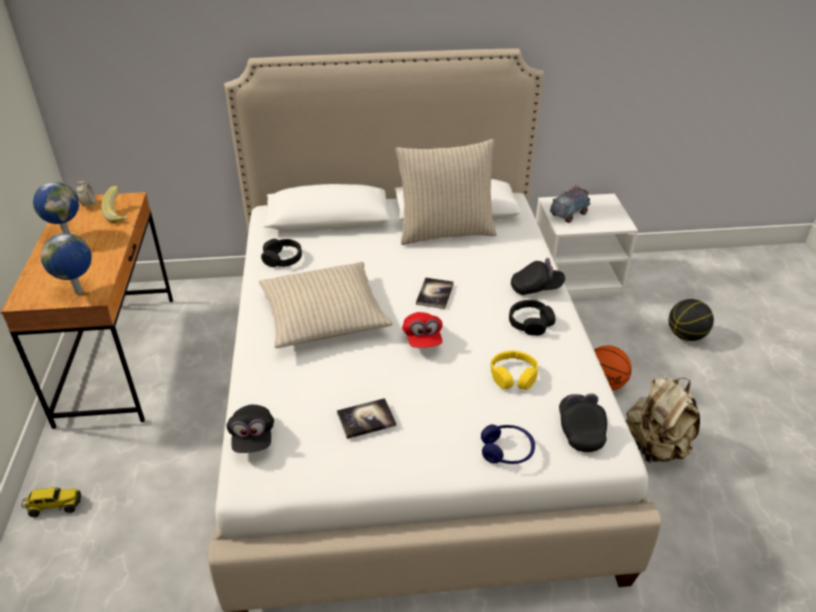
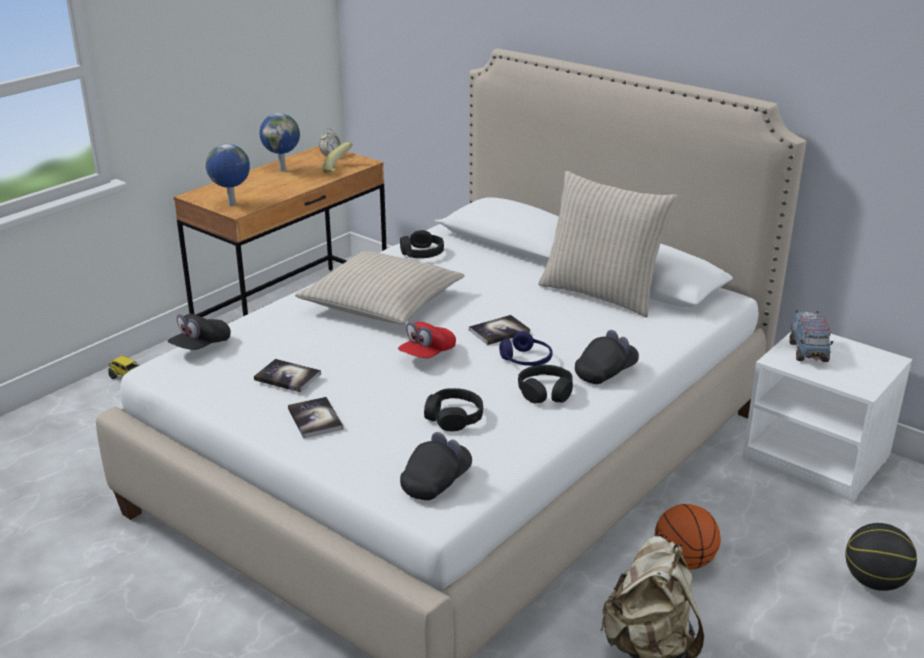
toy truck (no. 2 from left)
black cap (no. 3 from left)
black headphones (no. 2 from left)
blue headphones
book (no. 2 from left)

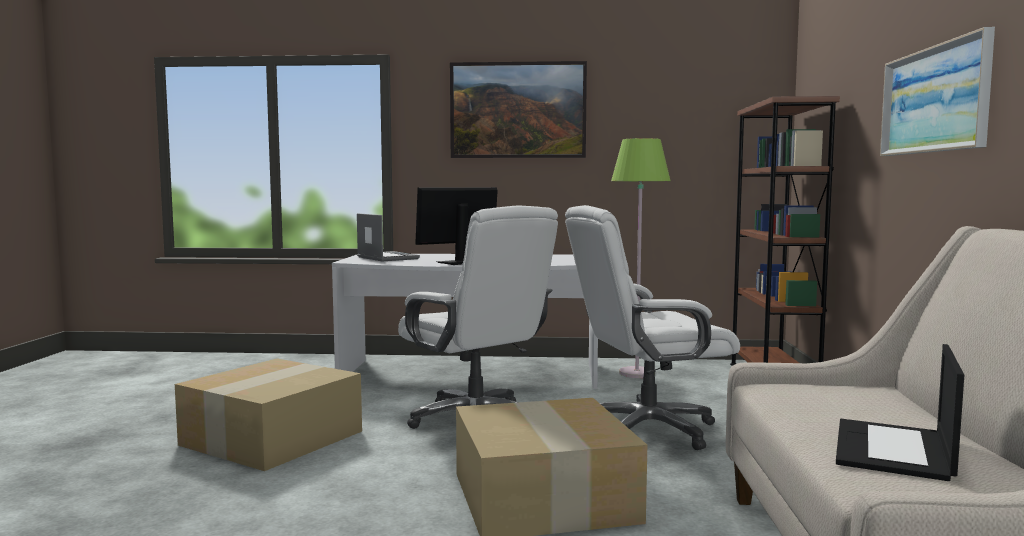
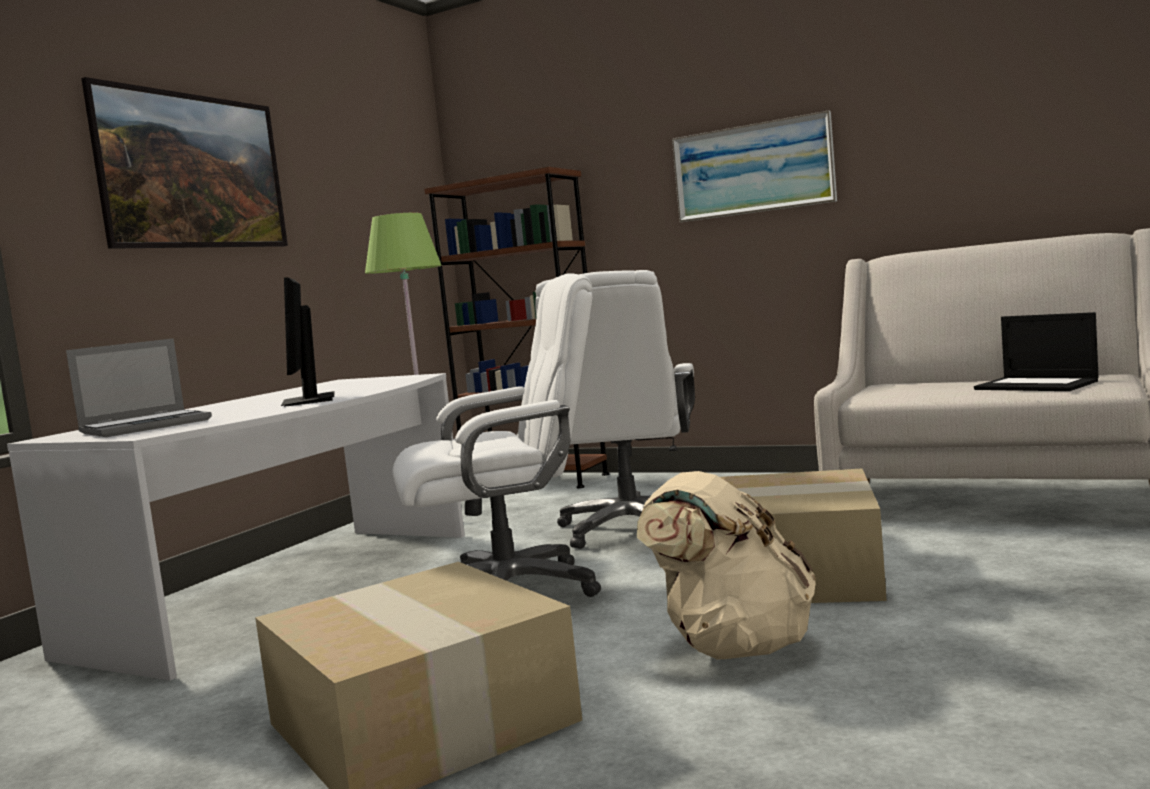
laptop (no. 1 from left)
beige backpack

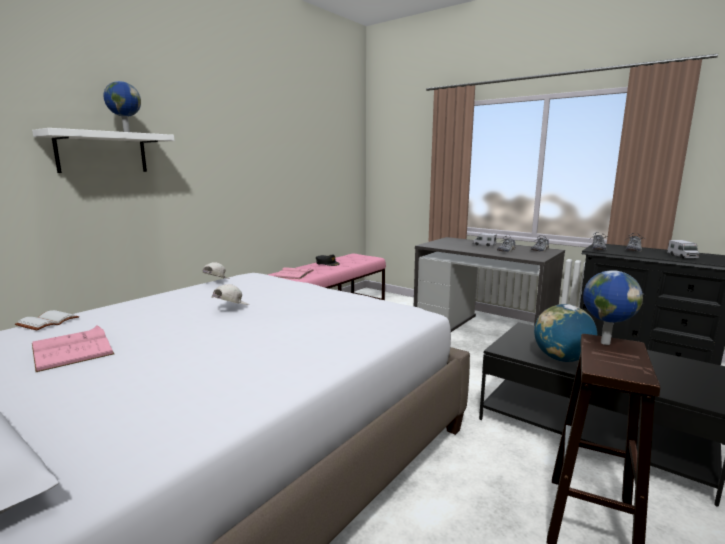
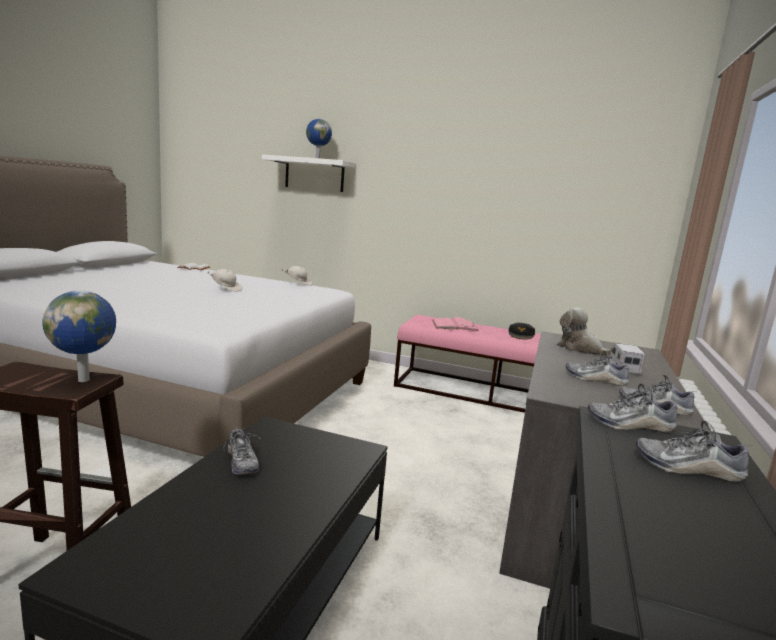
toy truck (no. 2 from left in the first image)
shoe (no. 1 from left)
pink book (no. 1 from left in the first image)
plush toy

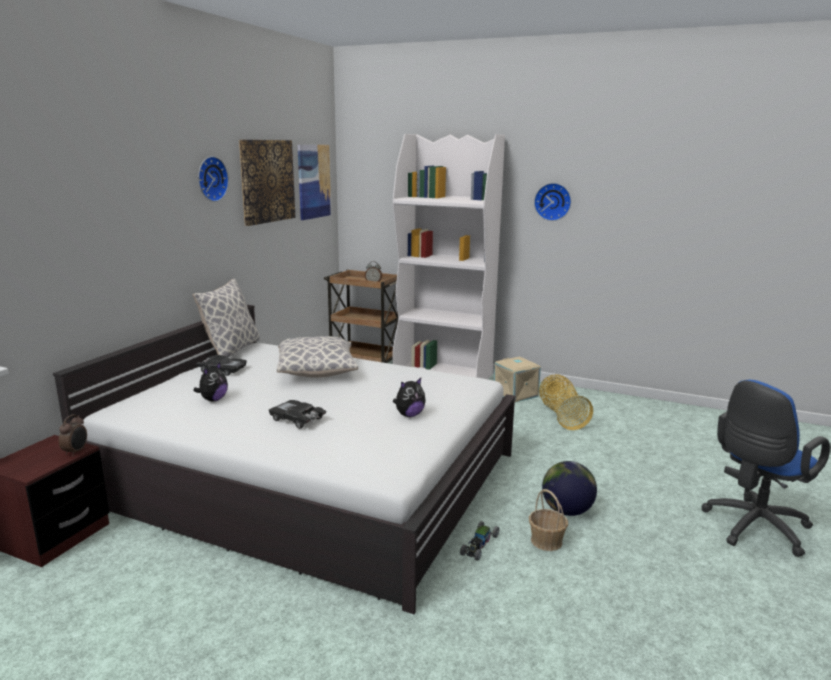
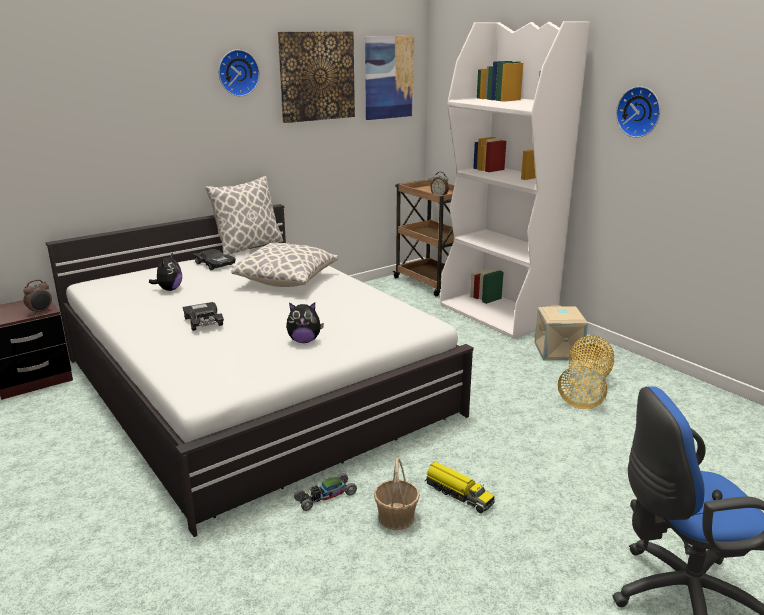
plush toy (no. 1 from left)
toy truck

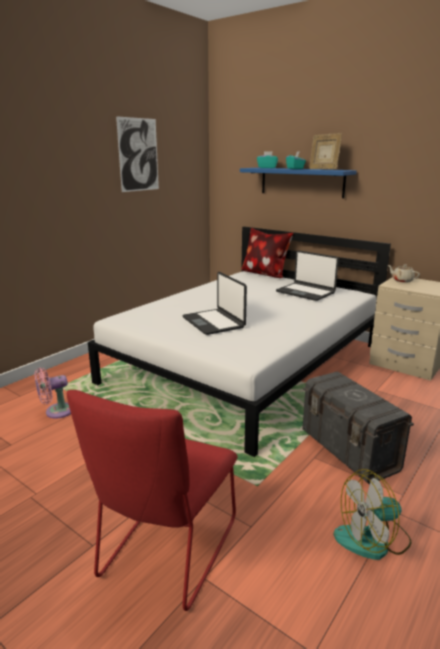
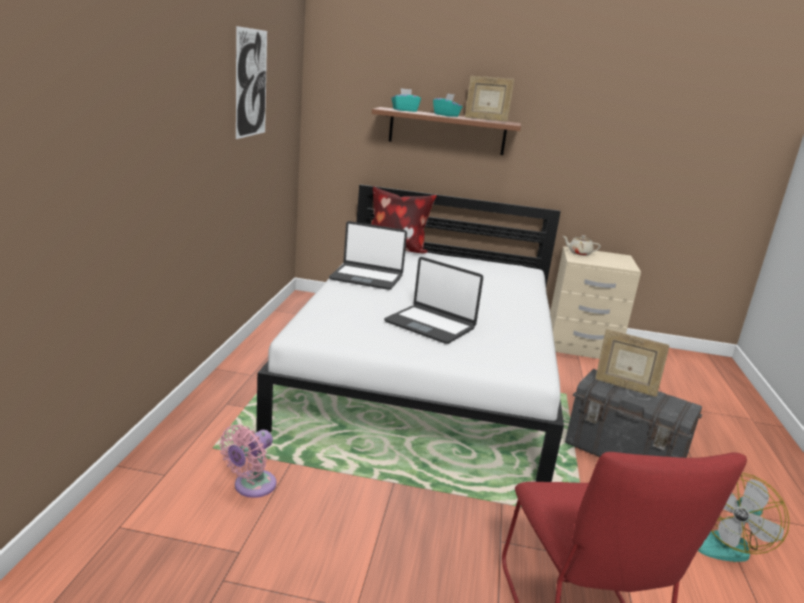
brown shelf
laptop (no. 1 from left)
picture frame (no. 2 from left)

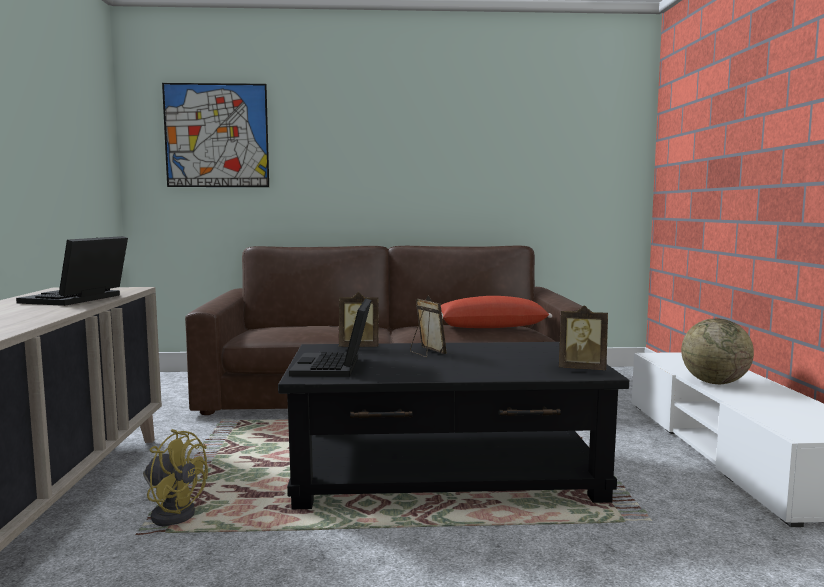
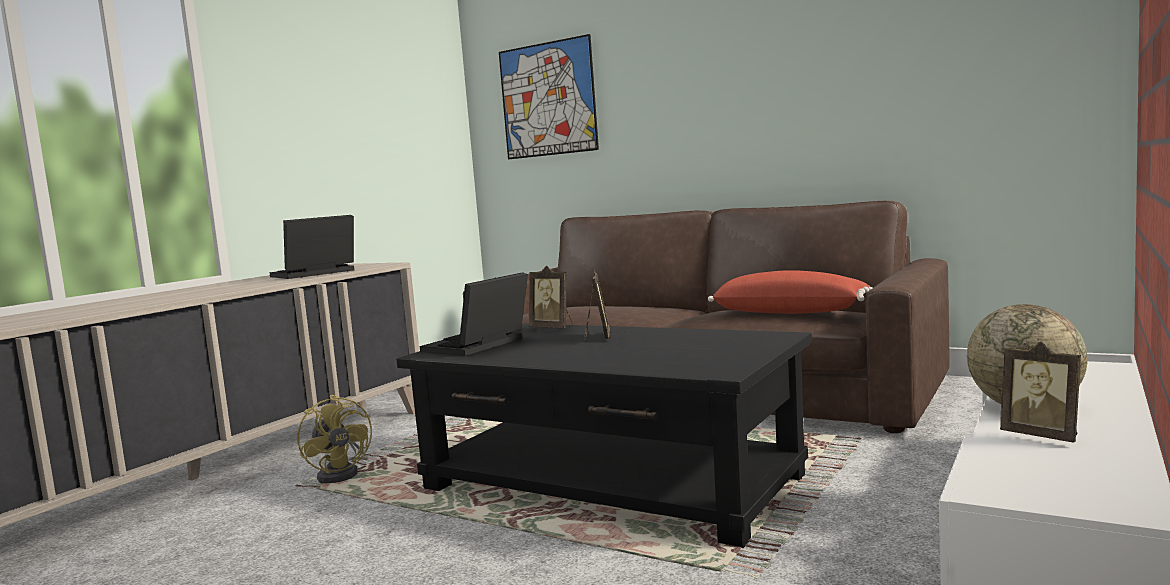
picture frame (no. 3 from left)

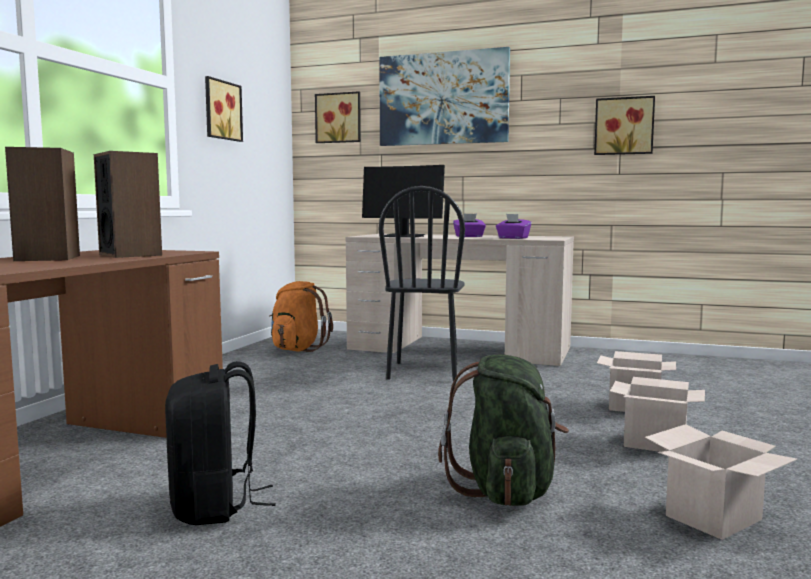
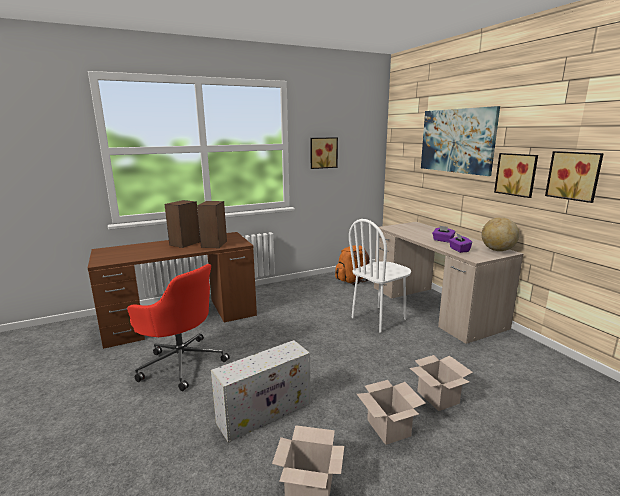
picture (no. 3 from left)
monitor
white chair
white storage box
red office chair
globe

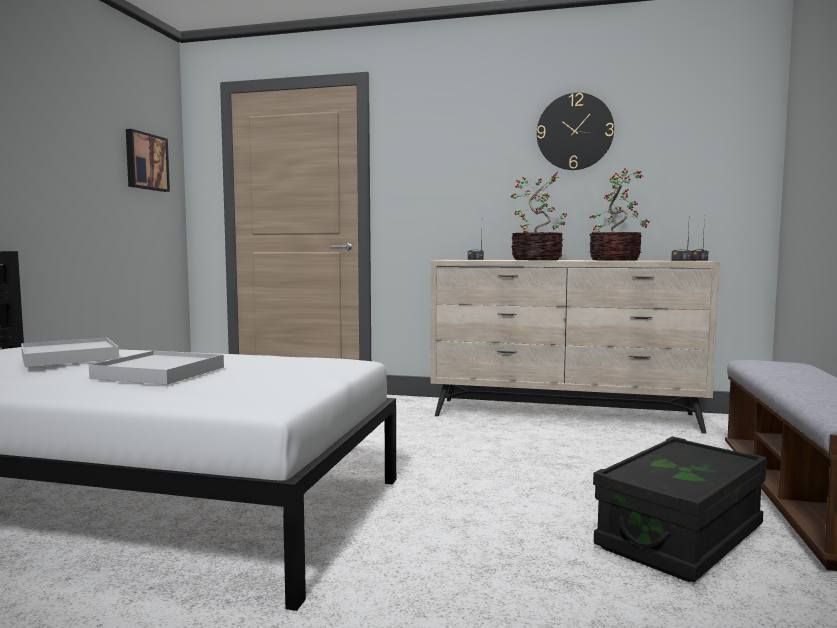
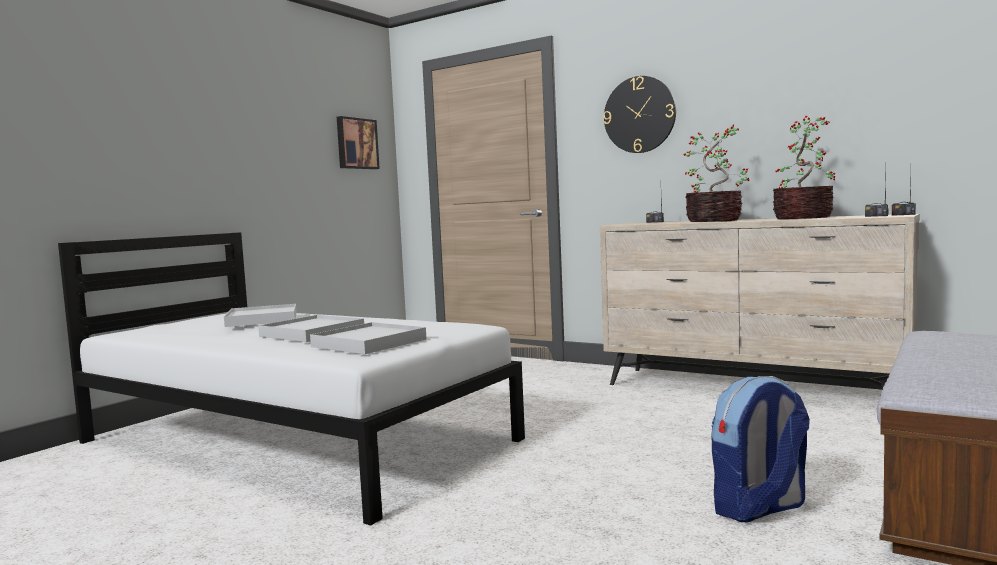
wall clock
backpack
white tray (no. 3 from left)

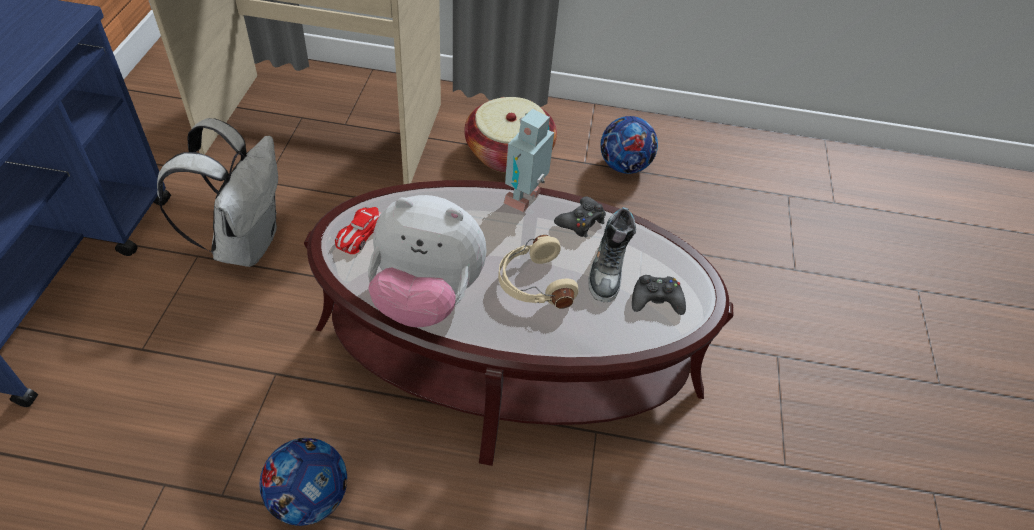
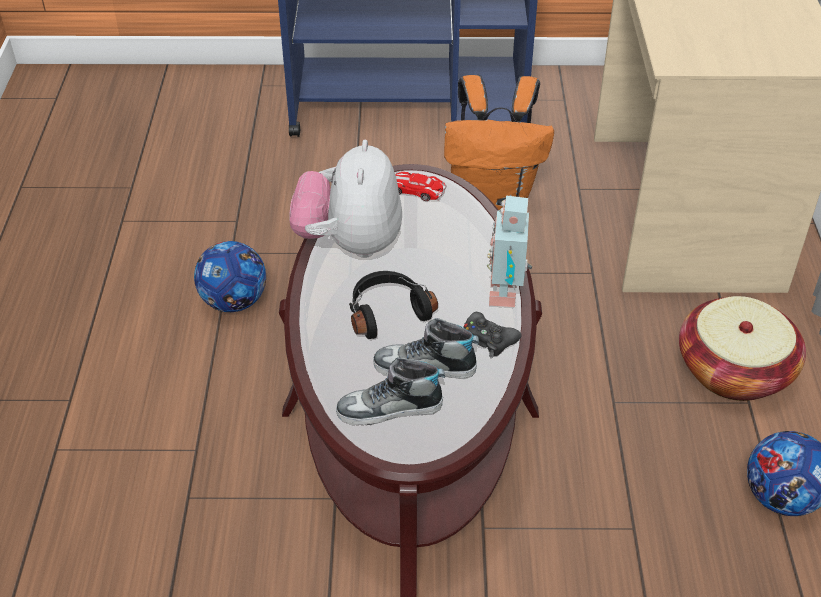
toy robot
orange backpack
black headphones
shoe (no. 1 from left)

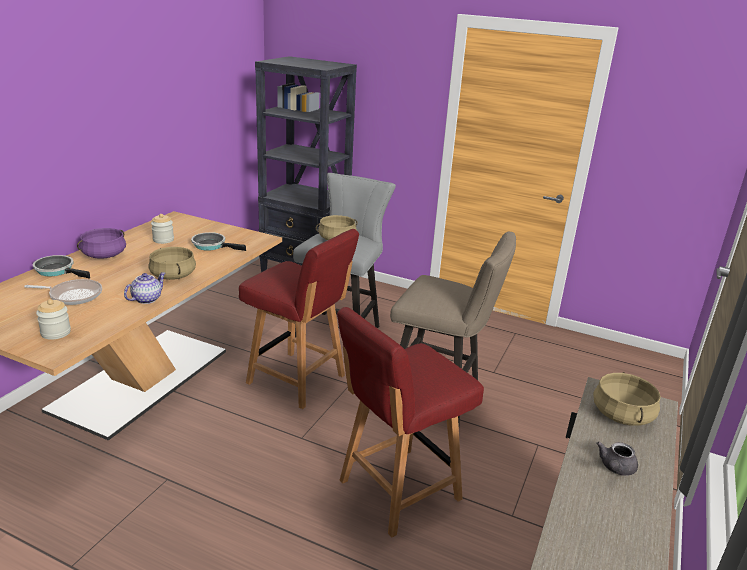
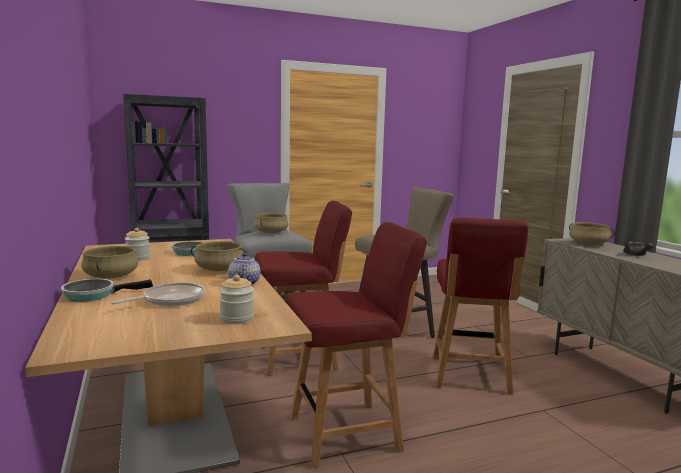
beige cooking pot (no. 1 from left)
red chair (no. 2 from left)

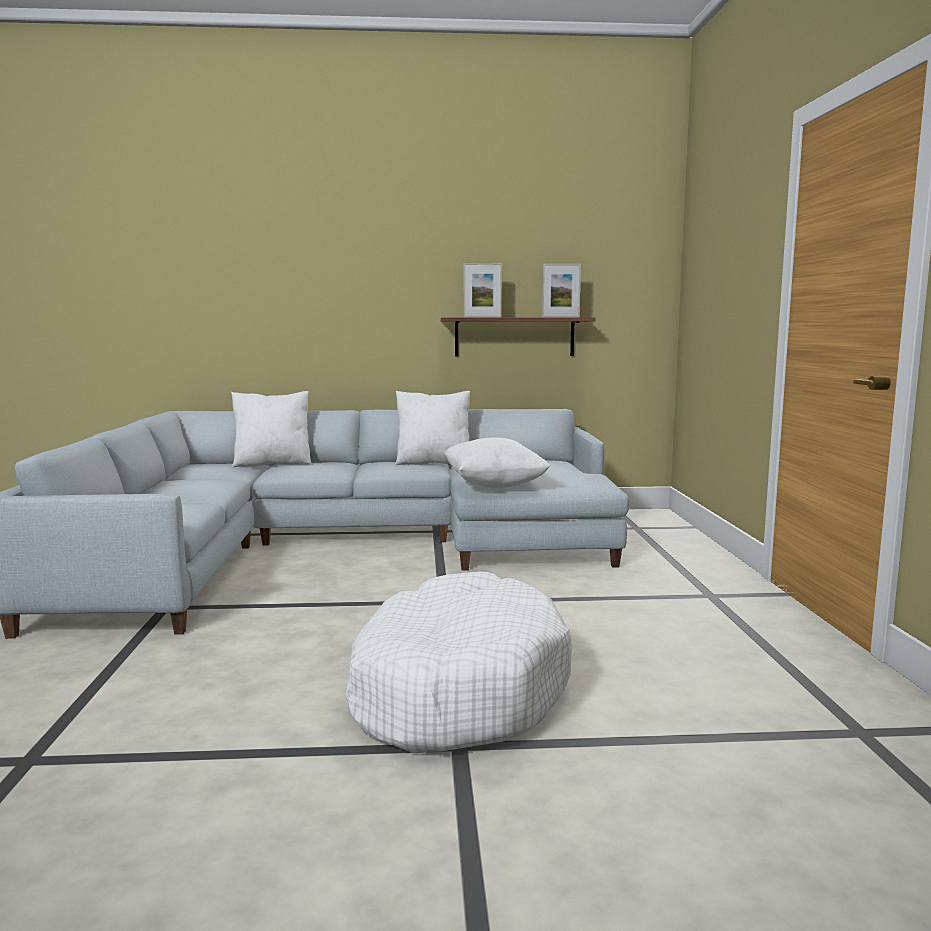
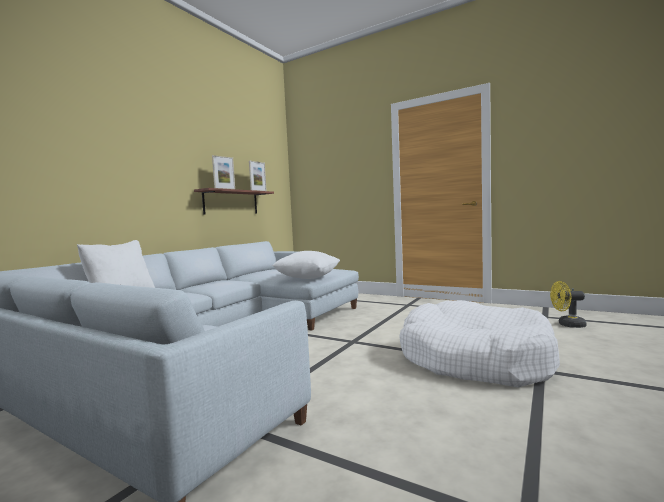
white pillow (no. 2 from left in the first image)
yellow fan

